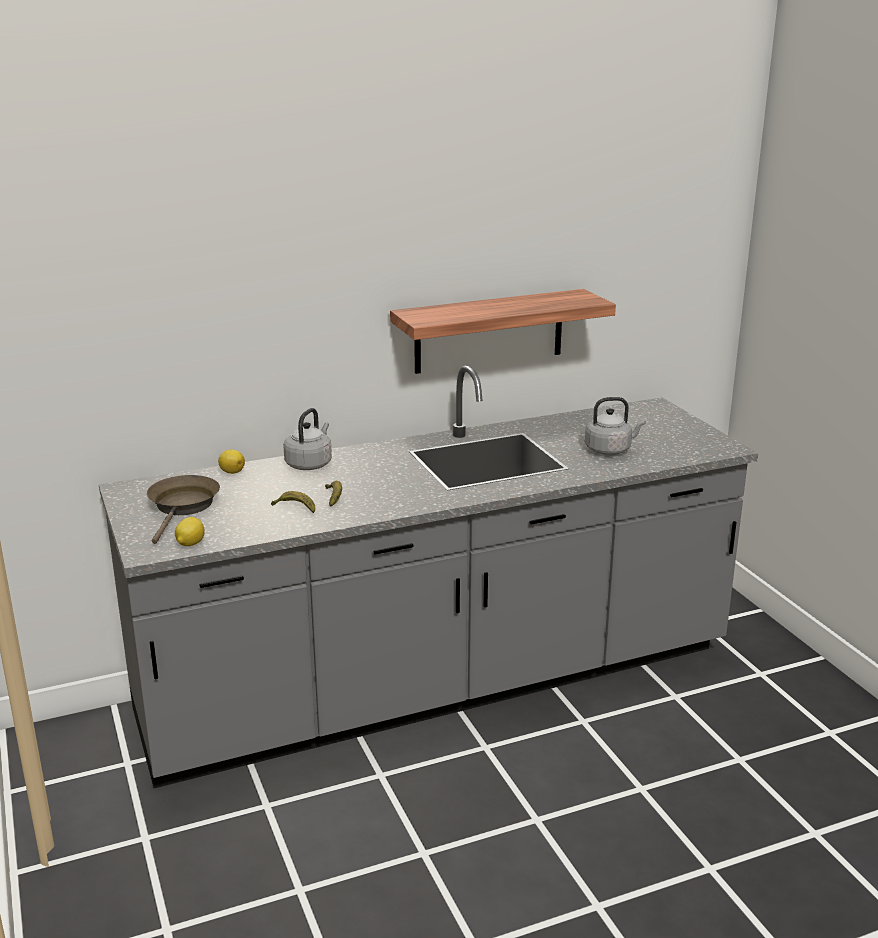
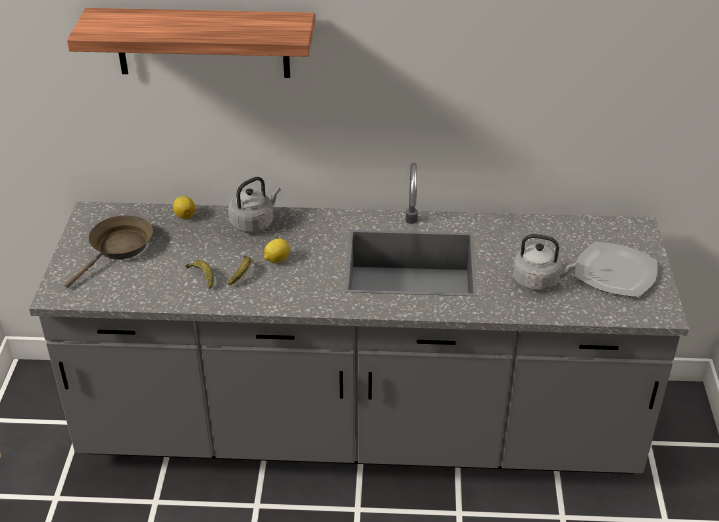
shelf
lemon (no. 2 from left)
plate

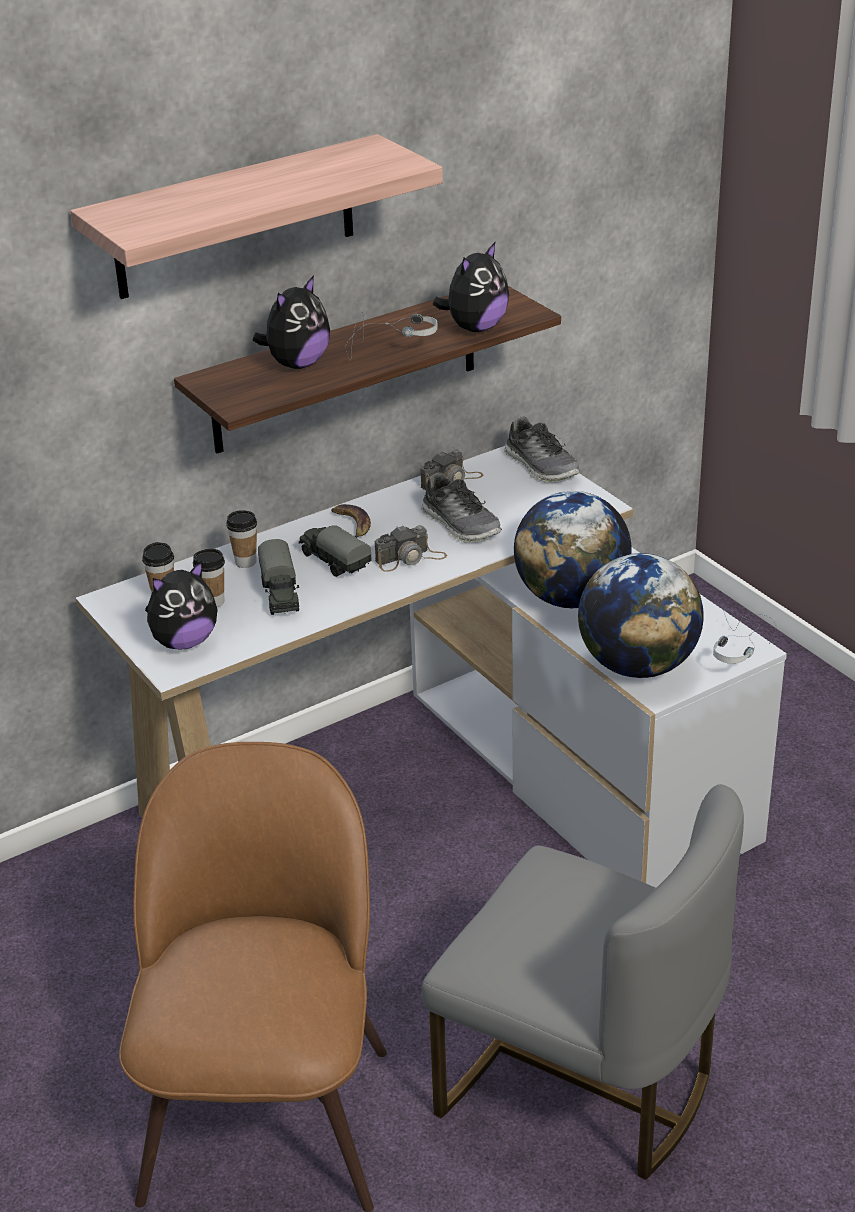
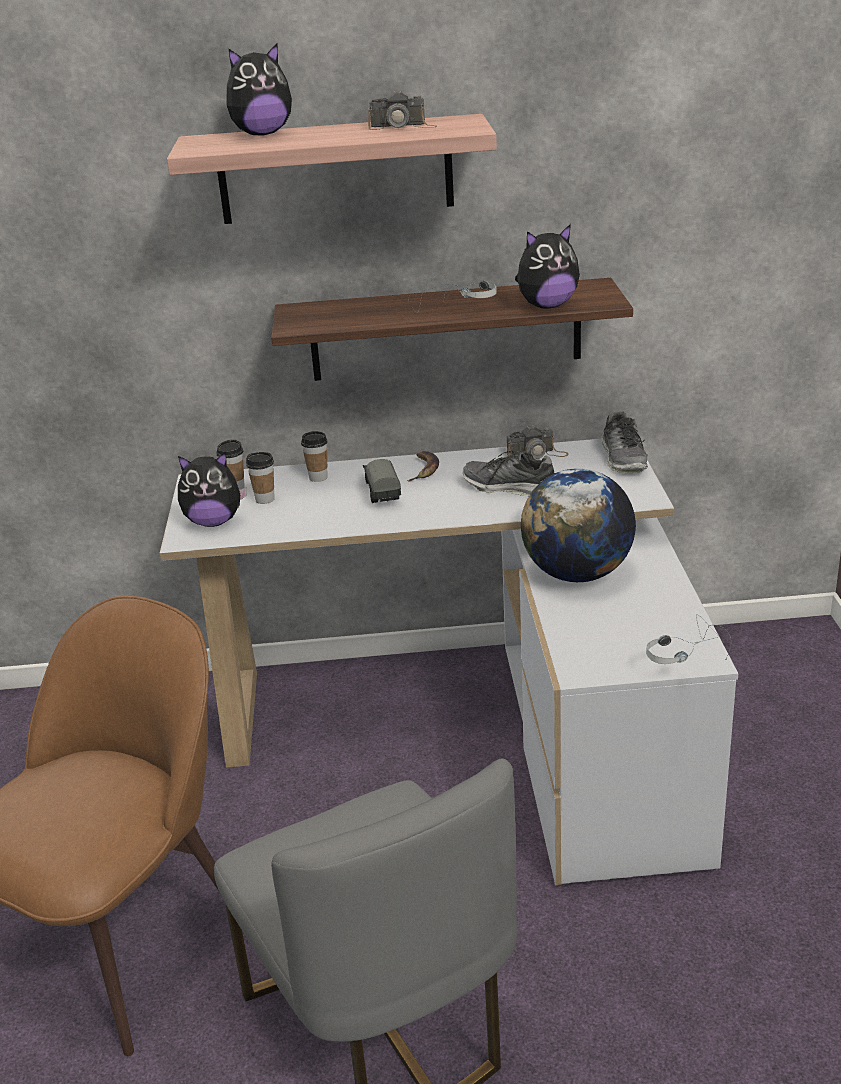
plush toy (no. 2 from left)
shoe (no. 1 from left)
photo camera (no. 1 from left)
toy truck (no. 1 from left in the first image)
globe (no. 2 from left in the first image)

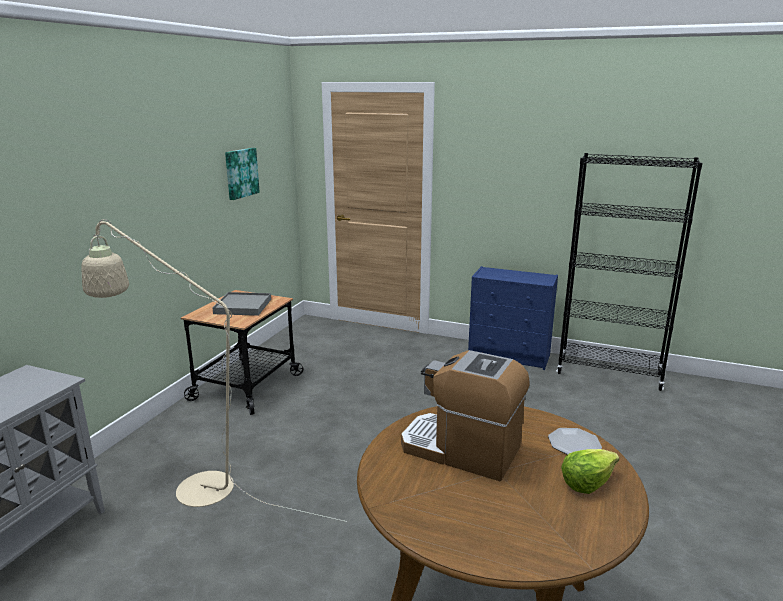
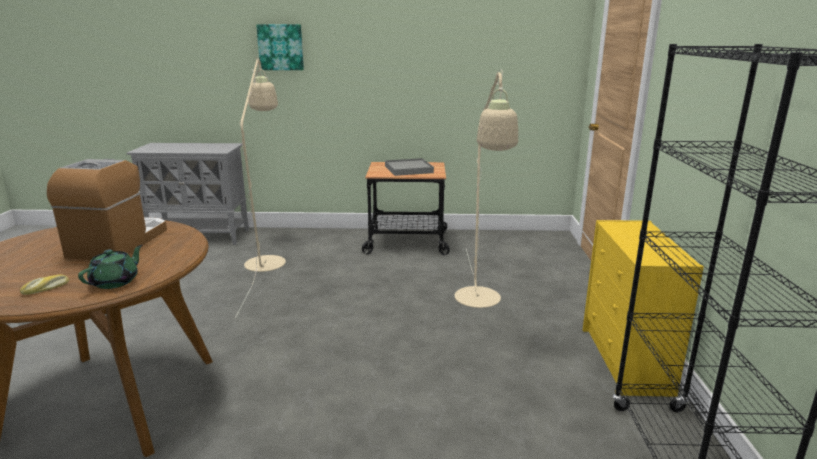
picture
yellow dresser
green teapot
bread
beige floor lamp (no. 2 from left)

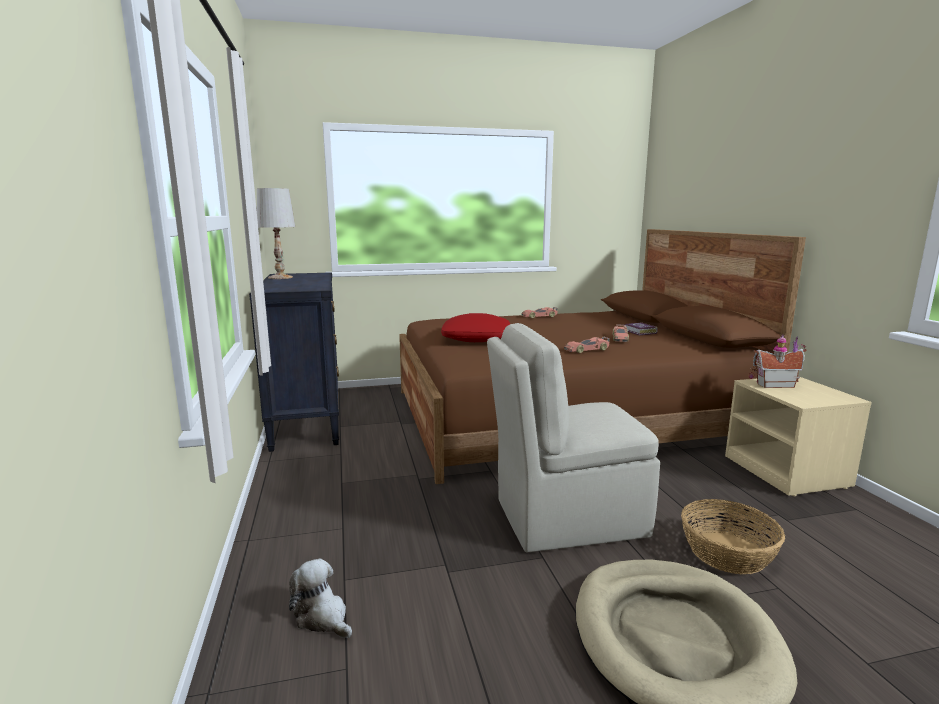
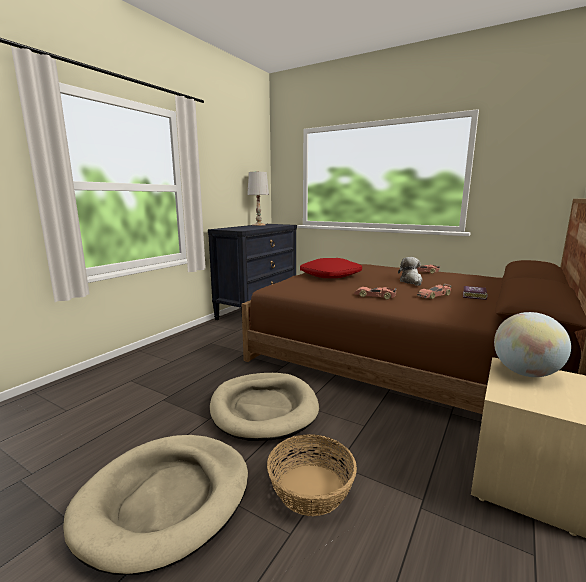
beige dog bed (no. 2 from left)
globe
plush toy

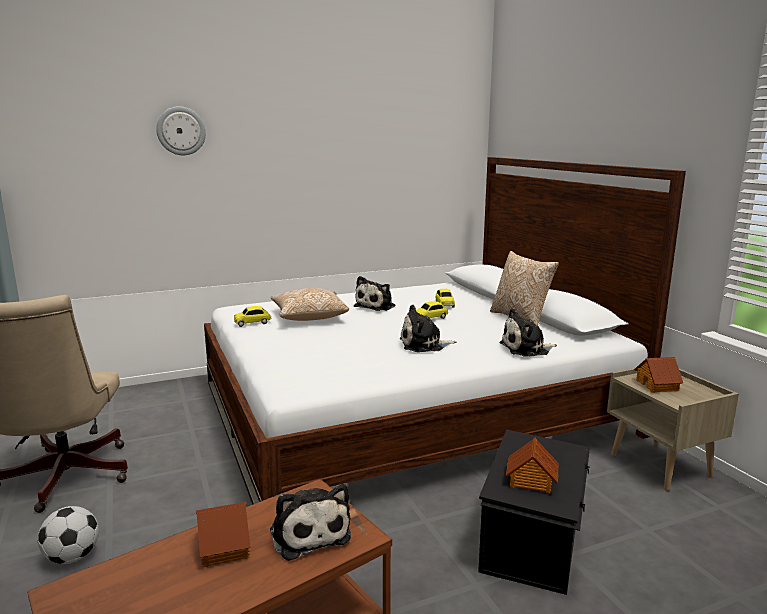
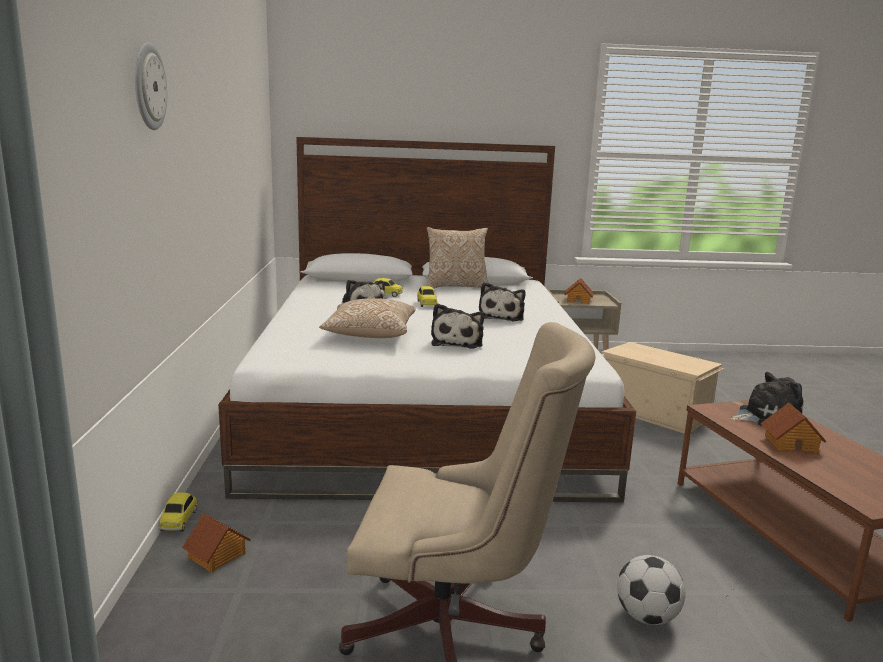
toy car (no. 1 from left)
plush toy (no. 2 from left)
beige storage box
toy house (no. 1 from left)

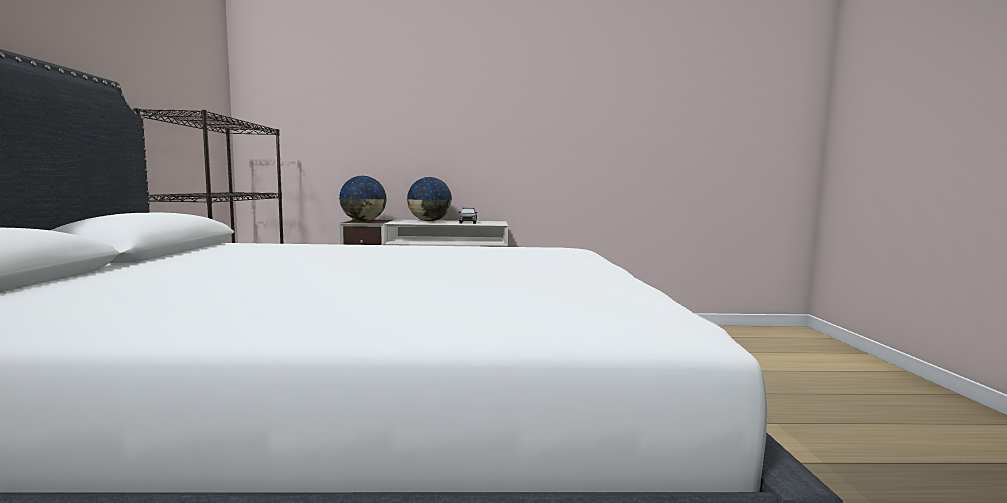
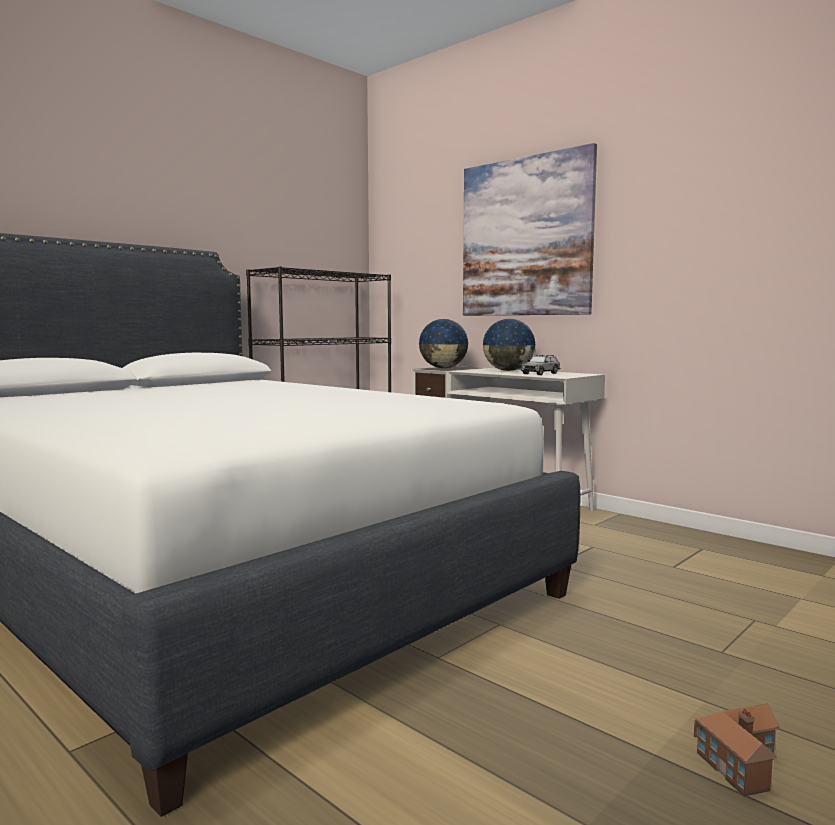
picture
toy house

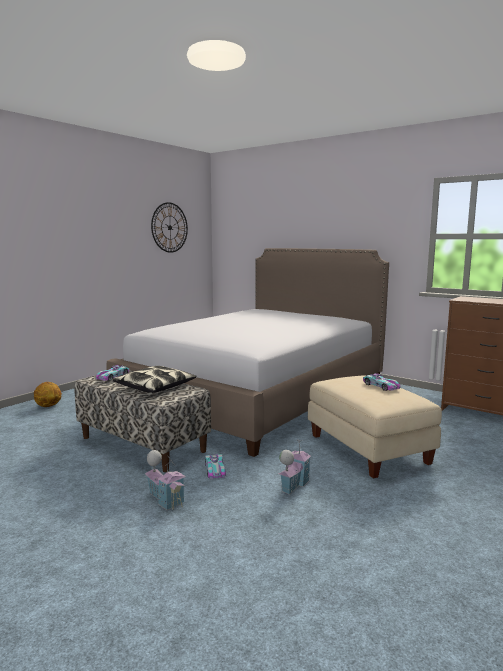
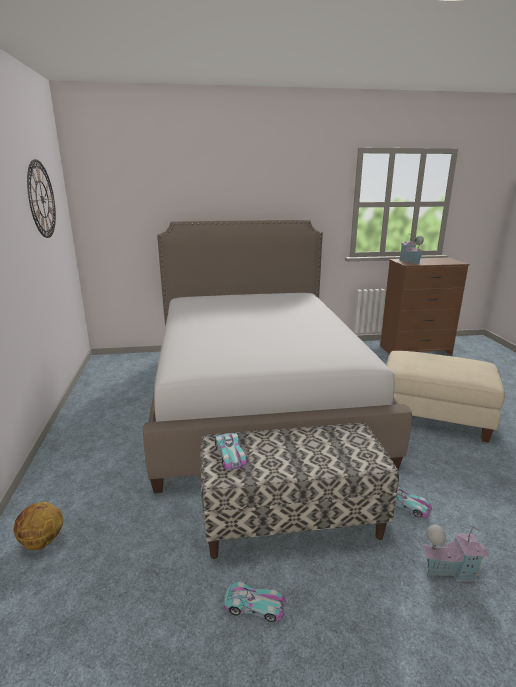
pillow
toy car (no. 2 from left)
toy house (no. 1 from left)

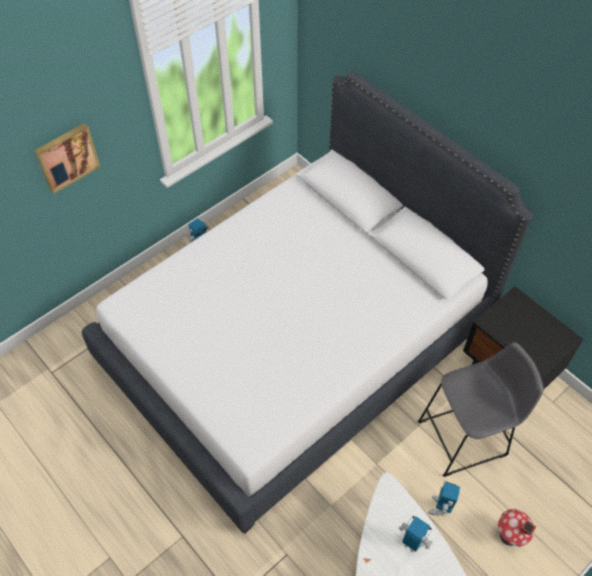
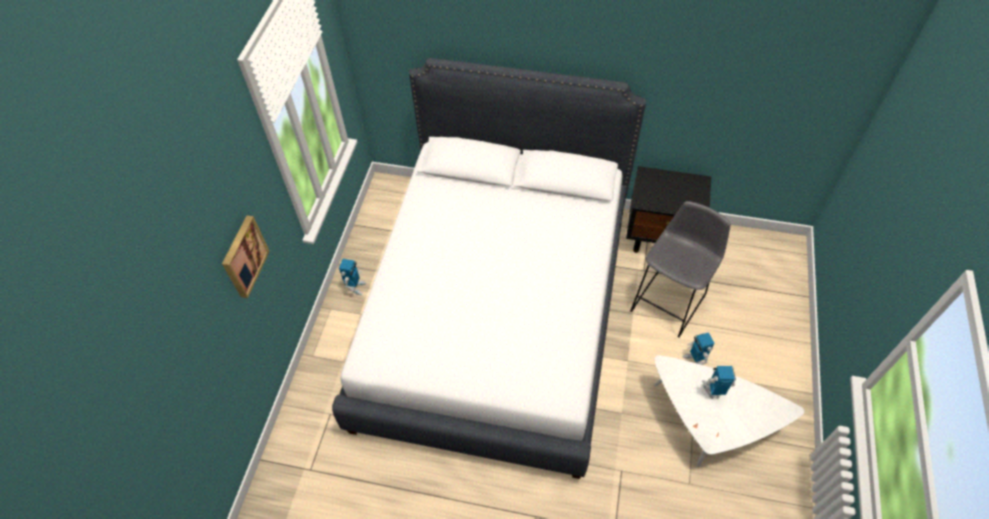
toy house

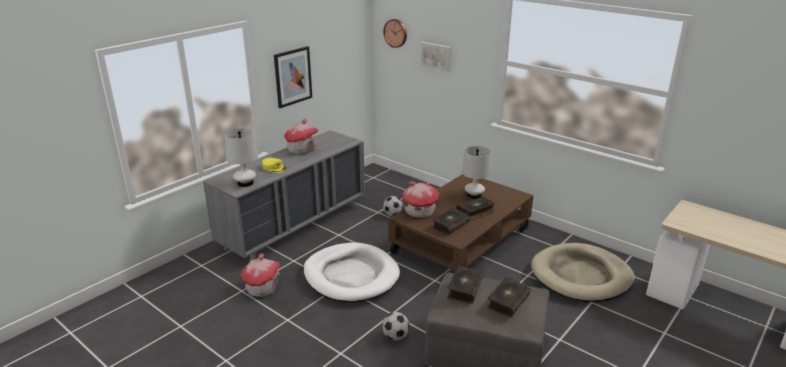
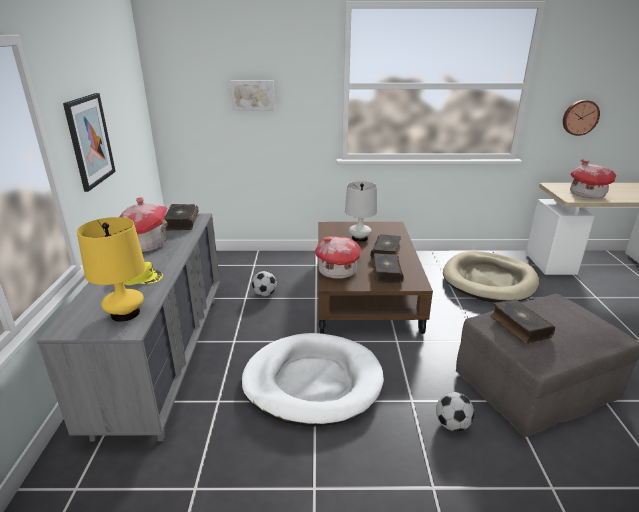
wall clock
yellow table lamp
toy house (no. 3 from left)
book (no. 1 from left)

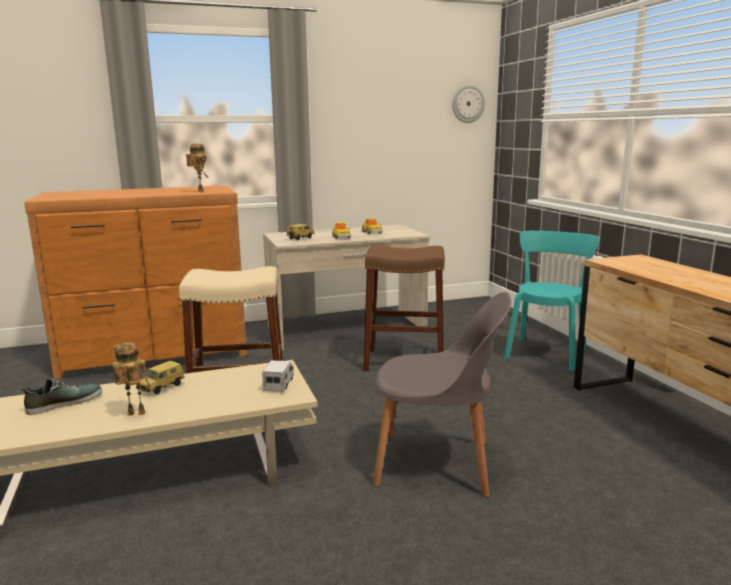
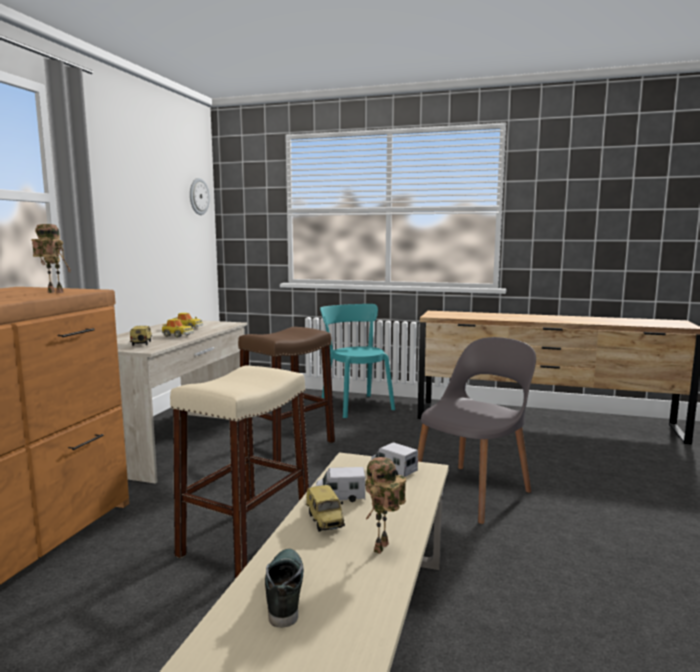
toy truck (no. 1 from left)

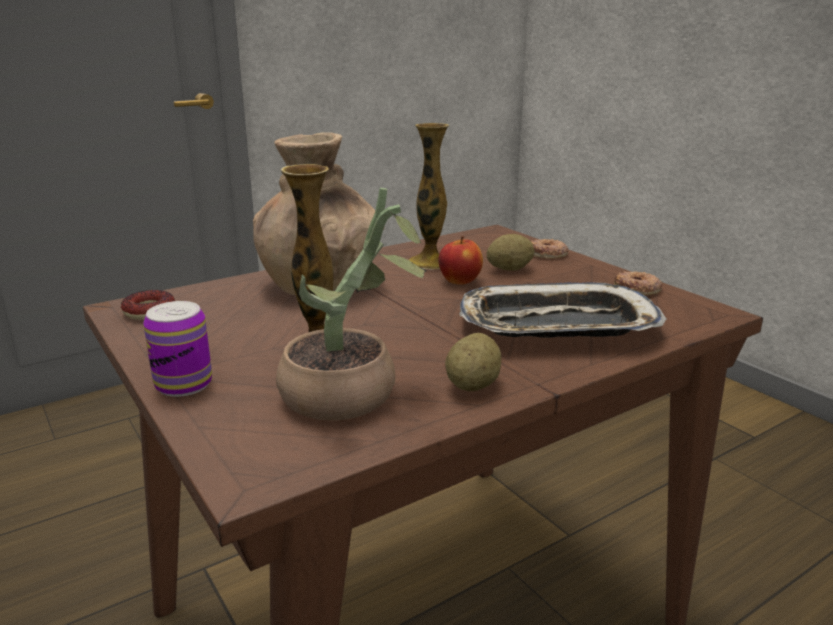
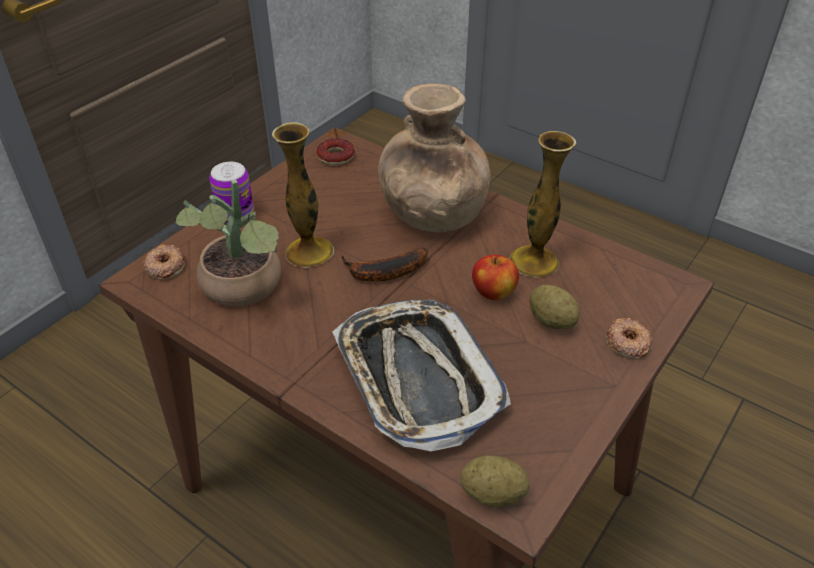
donut (no. 1 from left)
potato (no. 1 from left)
banana

